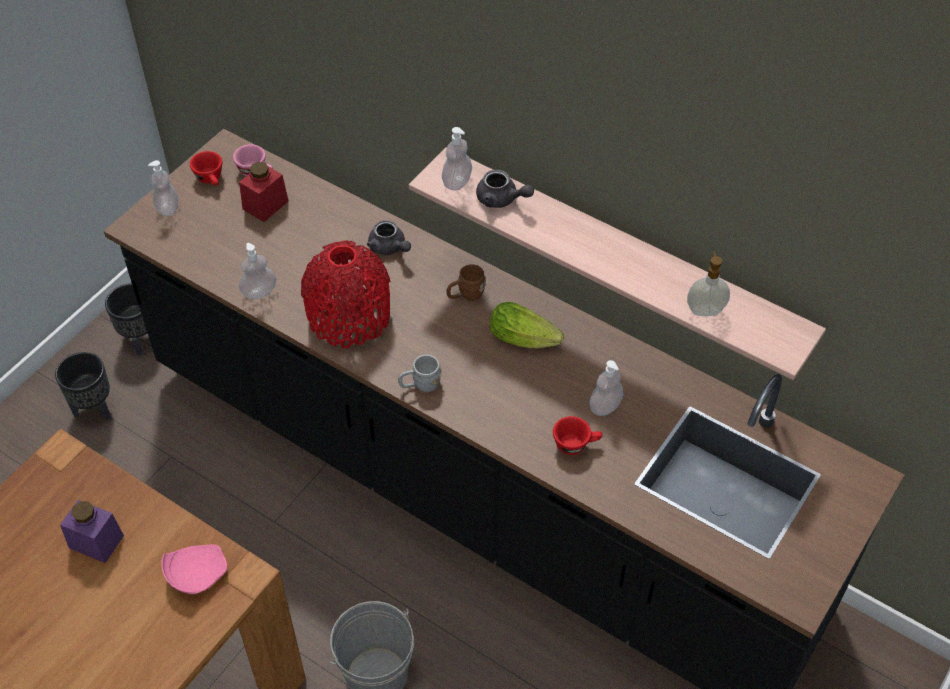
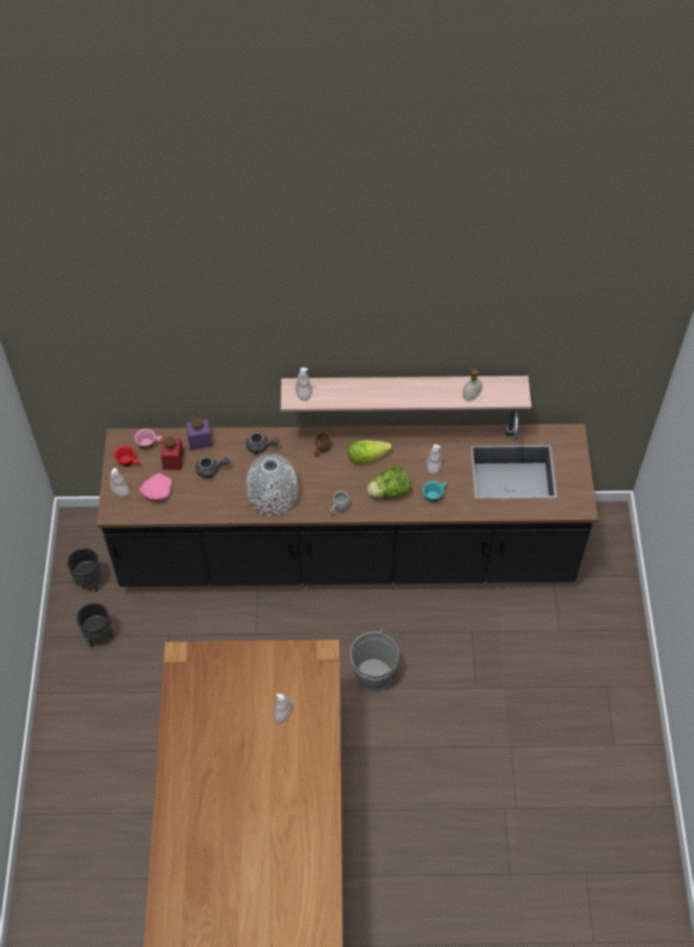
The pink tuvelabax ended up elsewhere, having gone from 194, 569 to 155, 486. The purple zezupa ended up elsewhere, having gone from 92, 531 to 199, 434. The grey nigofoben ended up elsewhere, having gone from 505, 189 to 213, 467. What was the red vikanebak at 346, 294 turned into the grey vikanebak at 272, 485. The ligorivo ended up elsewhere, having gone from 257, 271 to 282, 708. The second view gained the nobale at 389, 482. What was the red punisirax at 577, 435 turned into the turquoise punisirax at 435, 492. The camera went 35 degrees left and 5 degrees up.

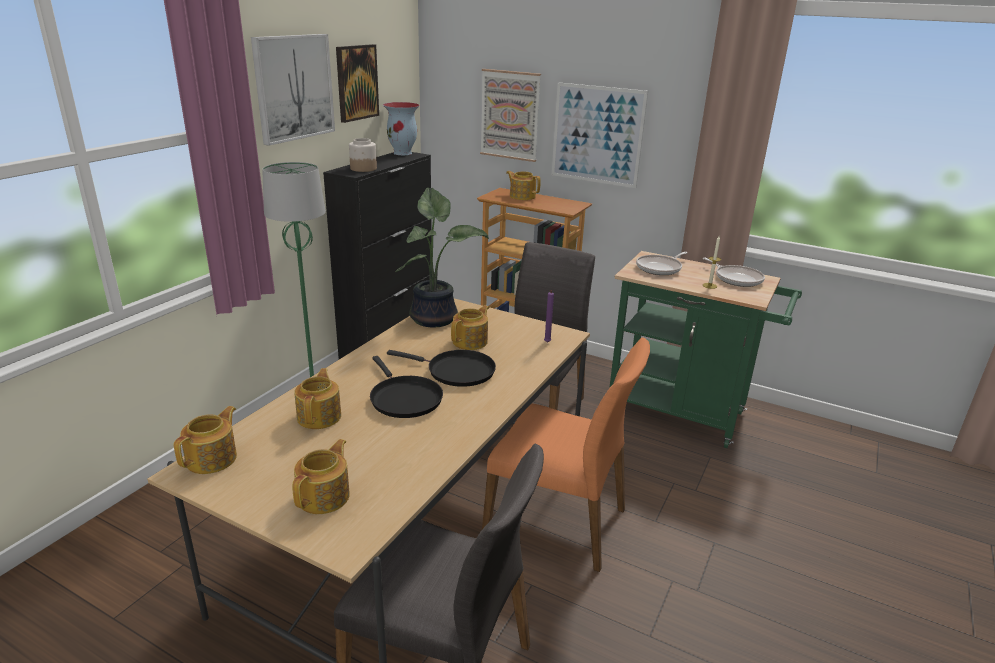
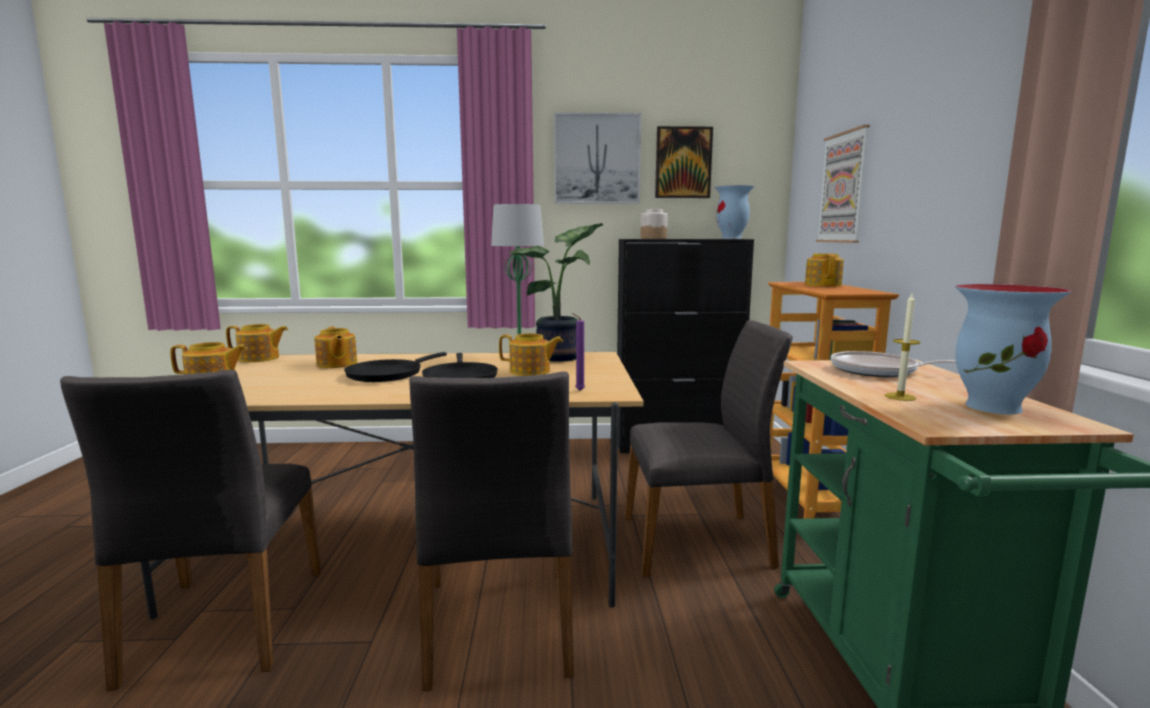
The nigofoben at 317, 398 ended up facing another way, 90 degrees clockwise from before. What was the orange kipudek at 566, 454 turned into the grey kipudek at 491, 531. Where the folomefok stood at 733, 272, the vikanebak came to stand at 1013, 349. The second view lost the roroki at 600, 135. The camera went 60 degrees right and 15 degrees down.

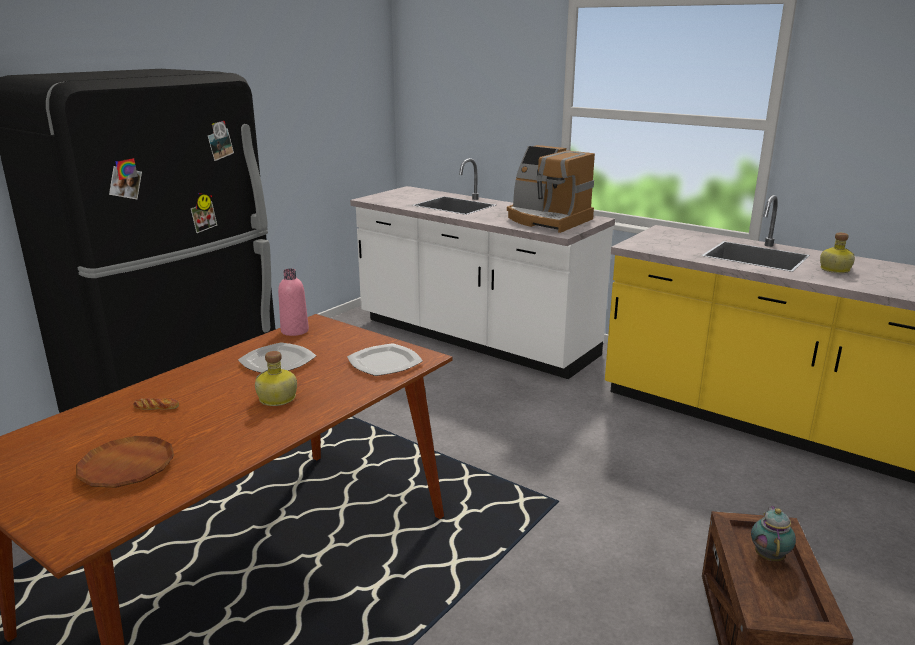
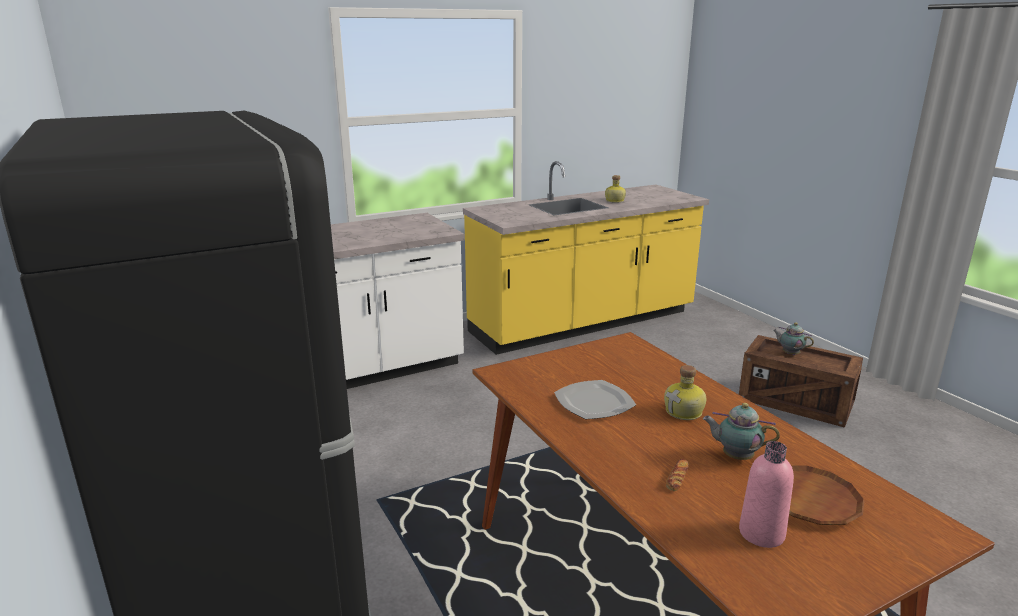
The second view gained the nigofoben at 741, 431. The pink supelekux ended up elsewhere, having gone from 293, 302 to 766, 494. The second view lost the tuvelabax at 385, 359. The second view lost the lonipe at 551, 189. The camera went 65 degrees left and 0 degrees up.

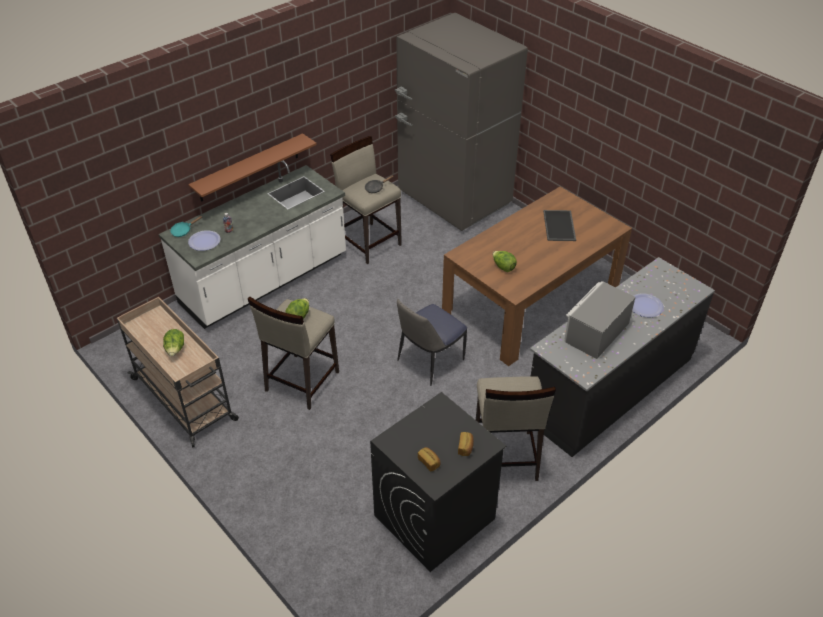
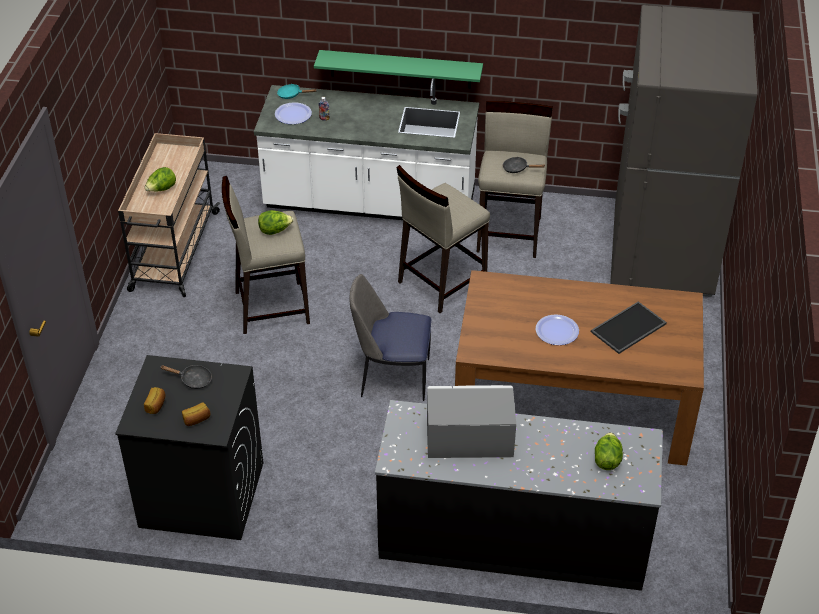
The second view gained the black folomefok at 186, 377. What was the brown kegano at 252, 167 turned into the green kegano at 398, 69. The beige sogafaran ended up elsewhere, having gone from 516, 428 to 443, 239. The tuvelabax ended up elsewhere, having gone from 648, 305 to 557, 329. The nobale ended up elsewhere, having gone from 504, 261 to 609, 451. The camera went 50 degrees right and 0 degrees up.

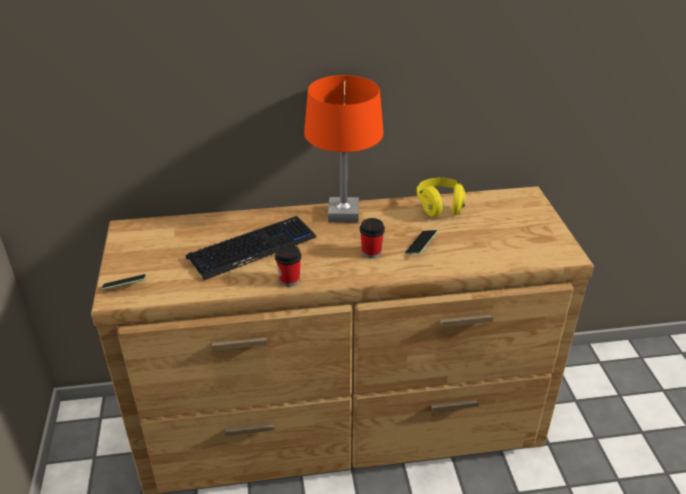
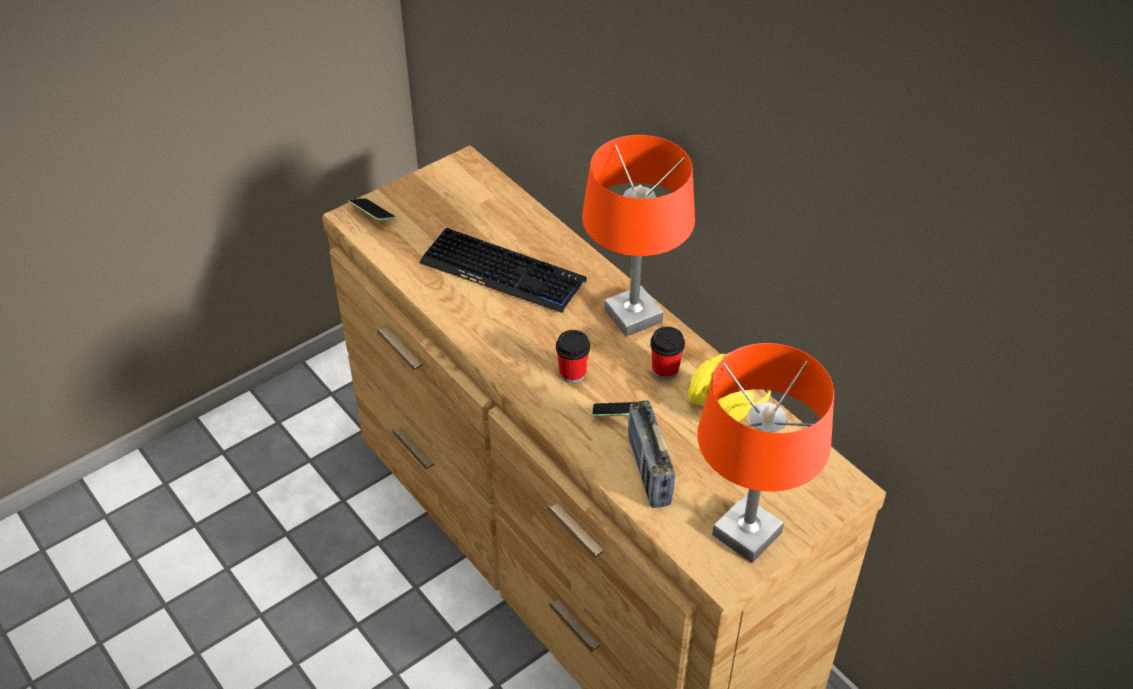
The second view gained the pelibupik at 651, 454. The punisirax ended up elsewhere, having gone from 288, 265 to 667, 353. The second view gained the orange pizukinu at 765, 453. The camera went 60 degrees right and 10 degrees up.

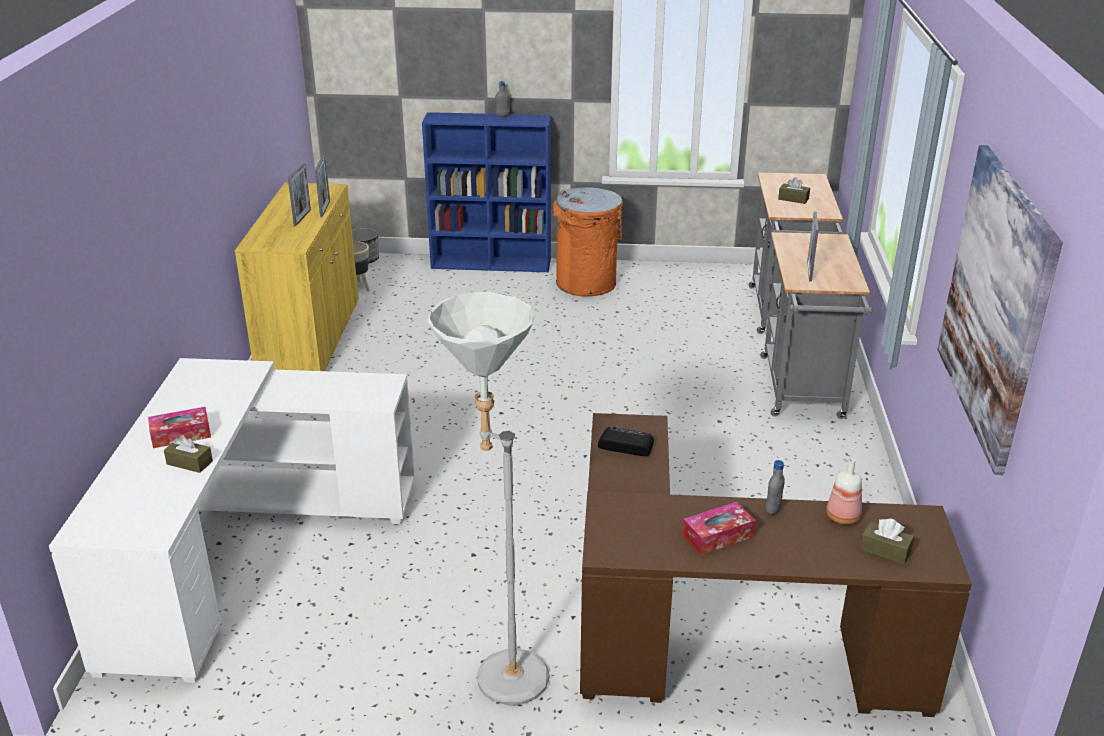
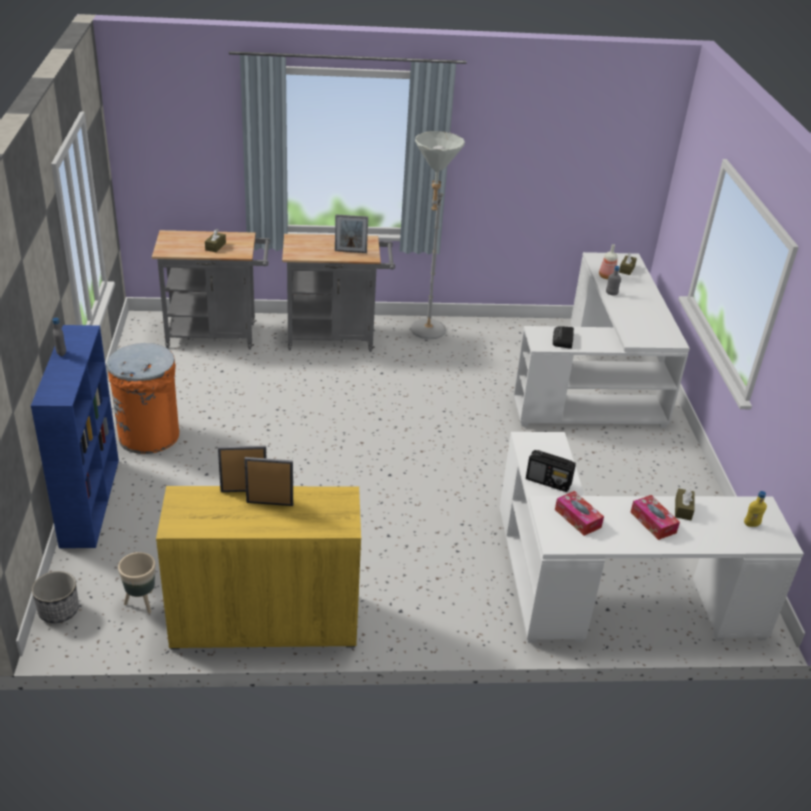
The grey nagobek ended up elsewhere, having gone from 489, 499 to 437, 235. What was the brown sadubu at 776, 565 turned into the white sadubu at 601, 340. The second view gained the pelibupik at 551, 471. The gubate ended up elsewhere, having gone from 719, 528 to 579, 513. The second view gained the yellow supelekux at 755, 509. The second view lost the roroki at 1000, 310. The camera went 100 degrees left and 5 degrees up.

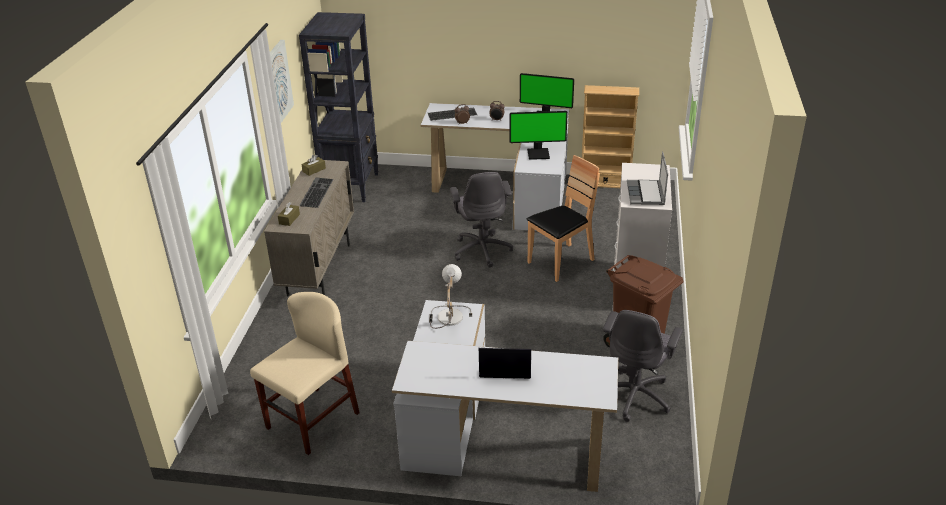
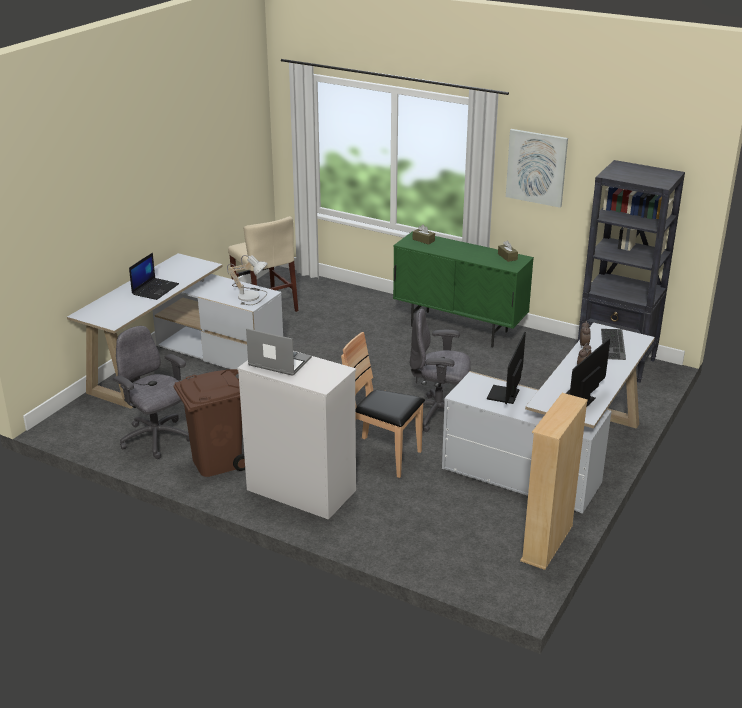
The brown kipudek at 563, 218 ended up facing another way, 135 degrees clockwise from before. What was the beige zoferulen at 309, 227 turned into the green zoferulen at 463, 289. The second view lost the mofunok at 316, 192. The camera went 110 degrees right and 5 degrees down.

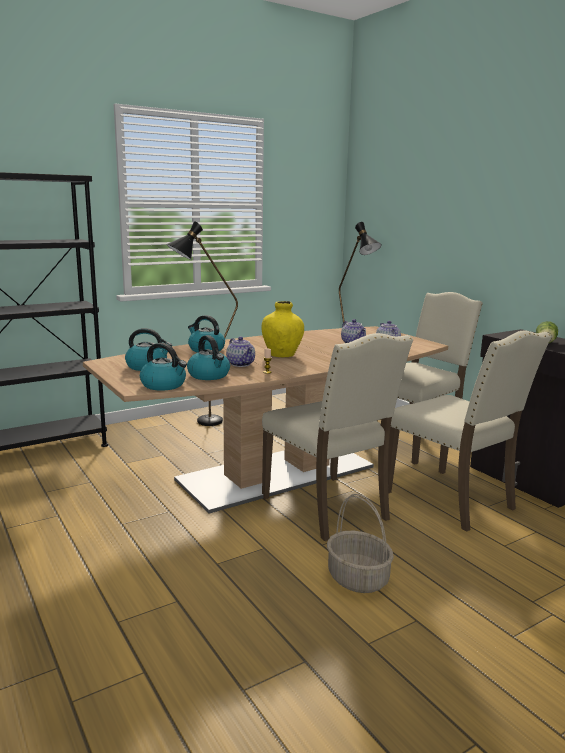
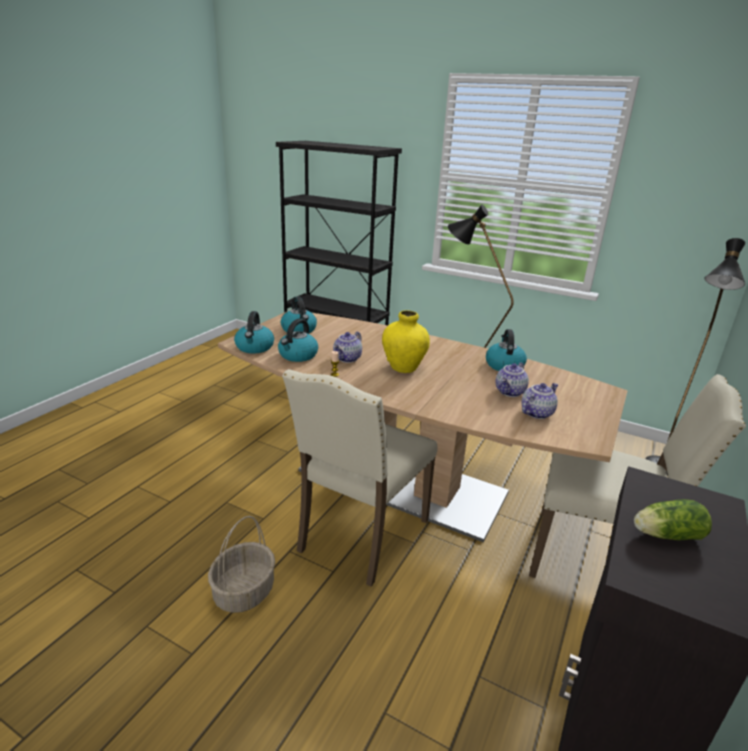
The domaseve ended up elsewhere, having gone from 206, 334 to 506, 350. The second view lost the beige kipudek at 470, 431. The camera went 60 degrees right and 10 degrees up.

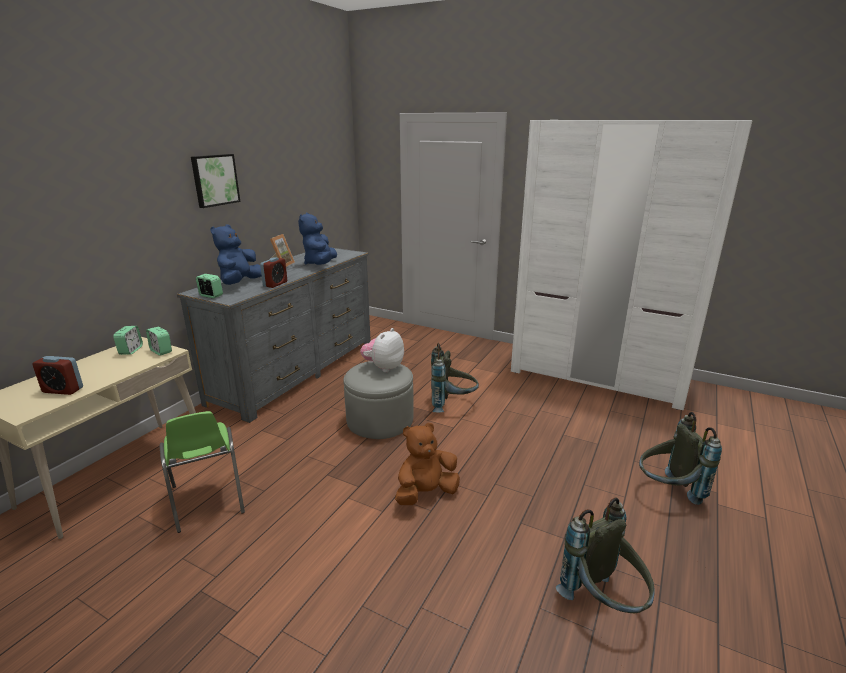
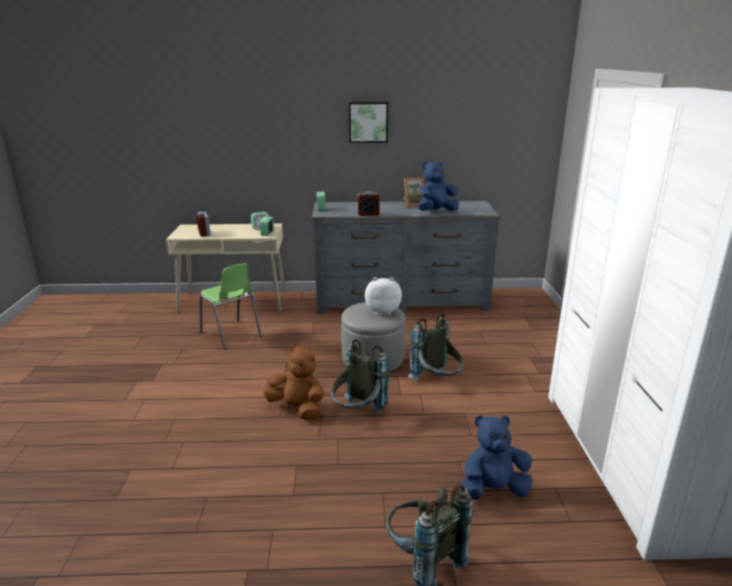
The green kipudek at 202, 472 ended up facing another way, 75 degrees counterclockwise from before. The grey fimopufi ended up elsewhere, having gone from 605, 555 to 360, 376. The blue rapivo ended up elsewhere, having gone from 236, 254 to 496, 457. The camera went 60 degrees right and 0 degrees up.

